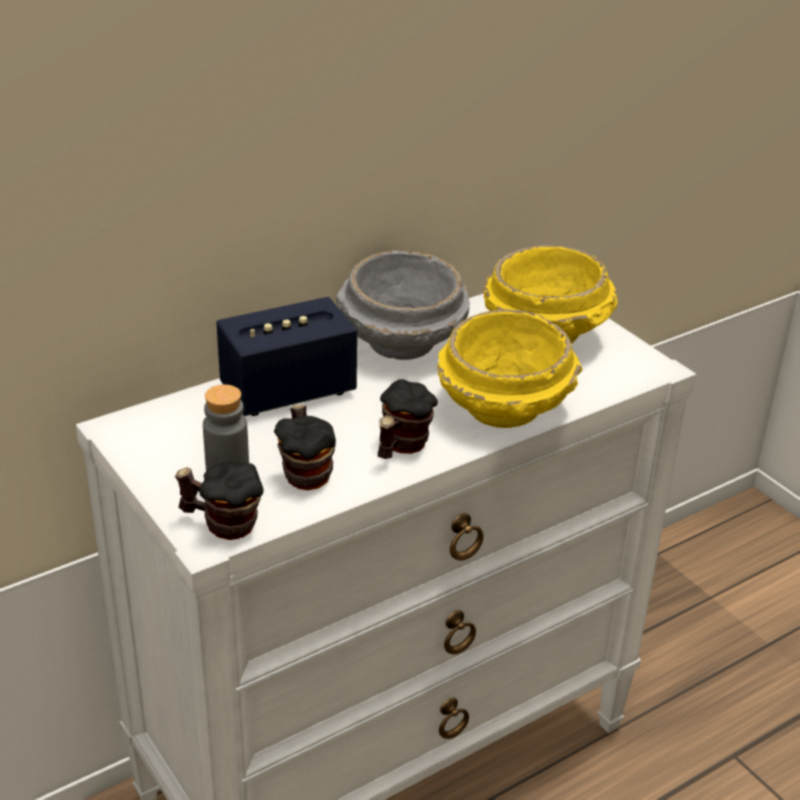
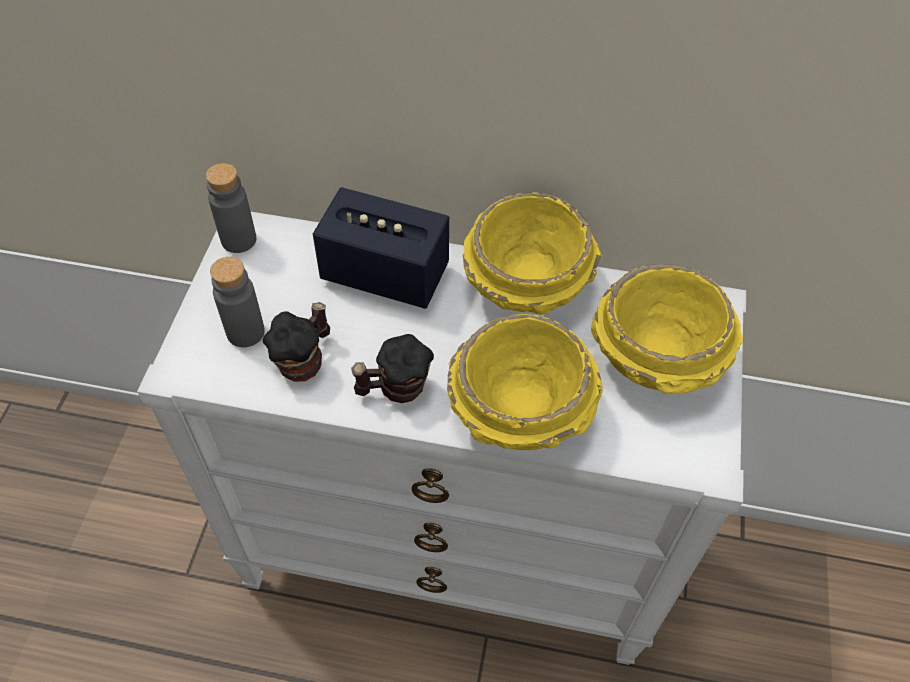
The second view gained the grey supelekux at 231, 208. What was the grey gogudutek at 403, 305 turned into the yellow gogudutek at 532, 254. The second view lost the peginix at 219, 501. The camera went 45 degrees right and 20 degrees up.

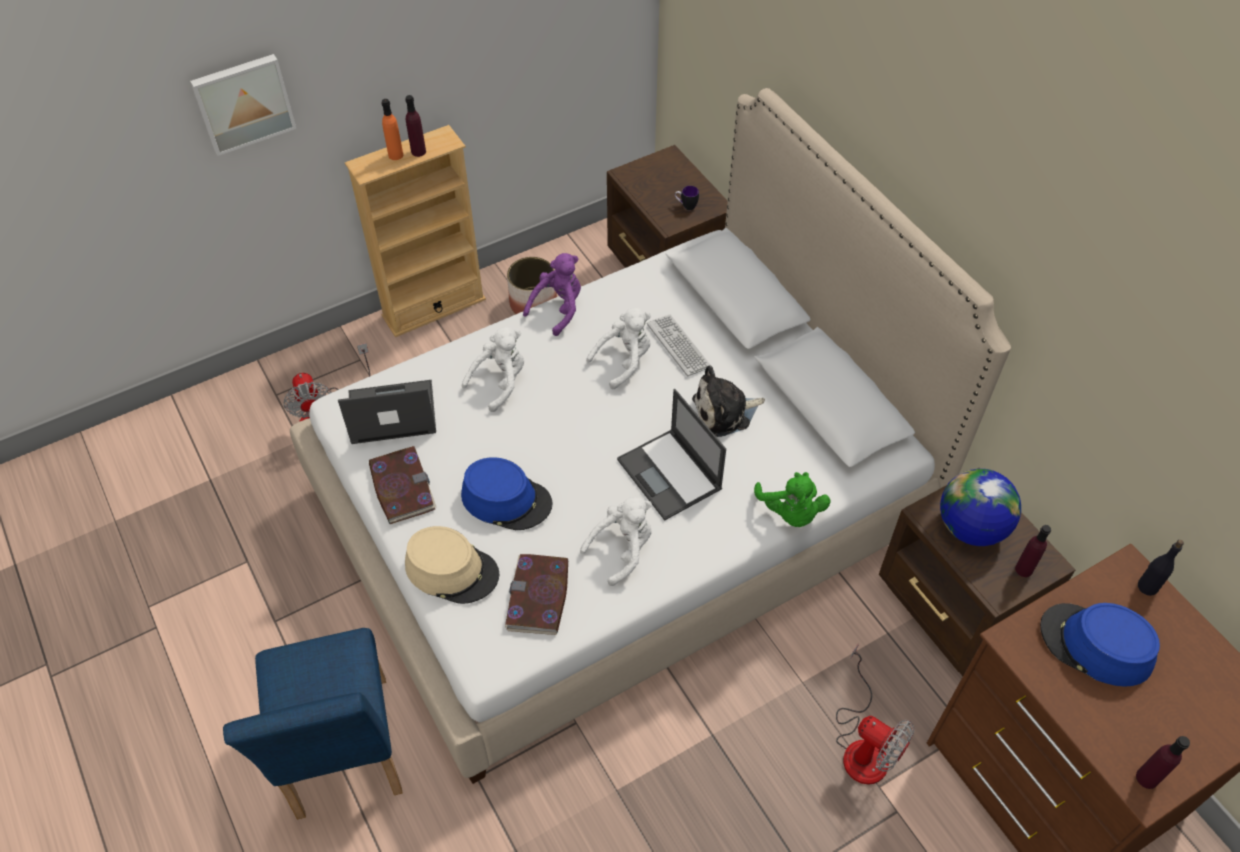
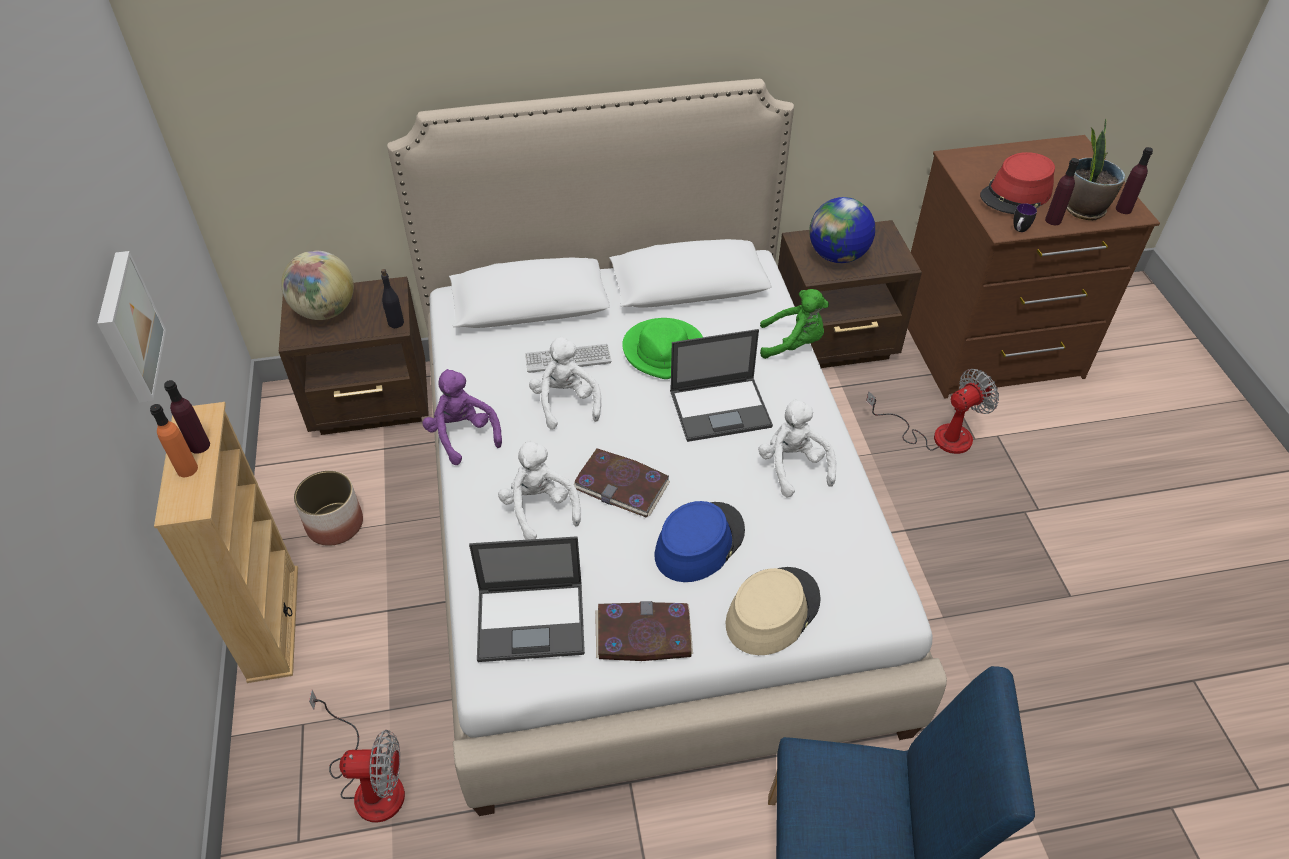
The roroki ended up elsewhere, having gone from 243, 105 to 131, 326. The second view gained the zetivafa at 317, 285. The black supelekux ended up elsewhere, having gone from 1161, 568 to 392, 298. The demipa at 387, 412 ended up facing another way, 105 degrees counterclockwise from before. The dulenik ended up elsewhere, having gone from 536, 594 to 622, 483. Where the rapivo stood at 728, 401, the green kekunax came to stand at 662, 348. What was the blue kekunax at 1100, 645 turned into the red kekunax at 1017, 183. The peginix ended up elsewhere, having gone from 687, 198 to 1025, 217. The purple supelekux ended up elsewhere, having gone from 1033, 551 to 1062, 191. The second view gained the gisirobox at 1096, 169. The camera went 70 degrees left and 5 degrees down.

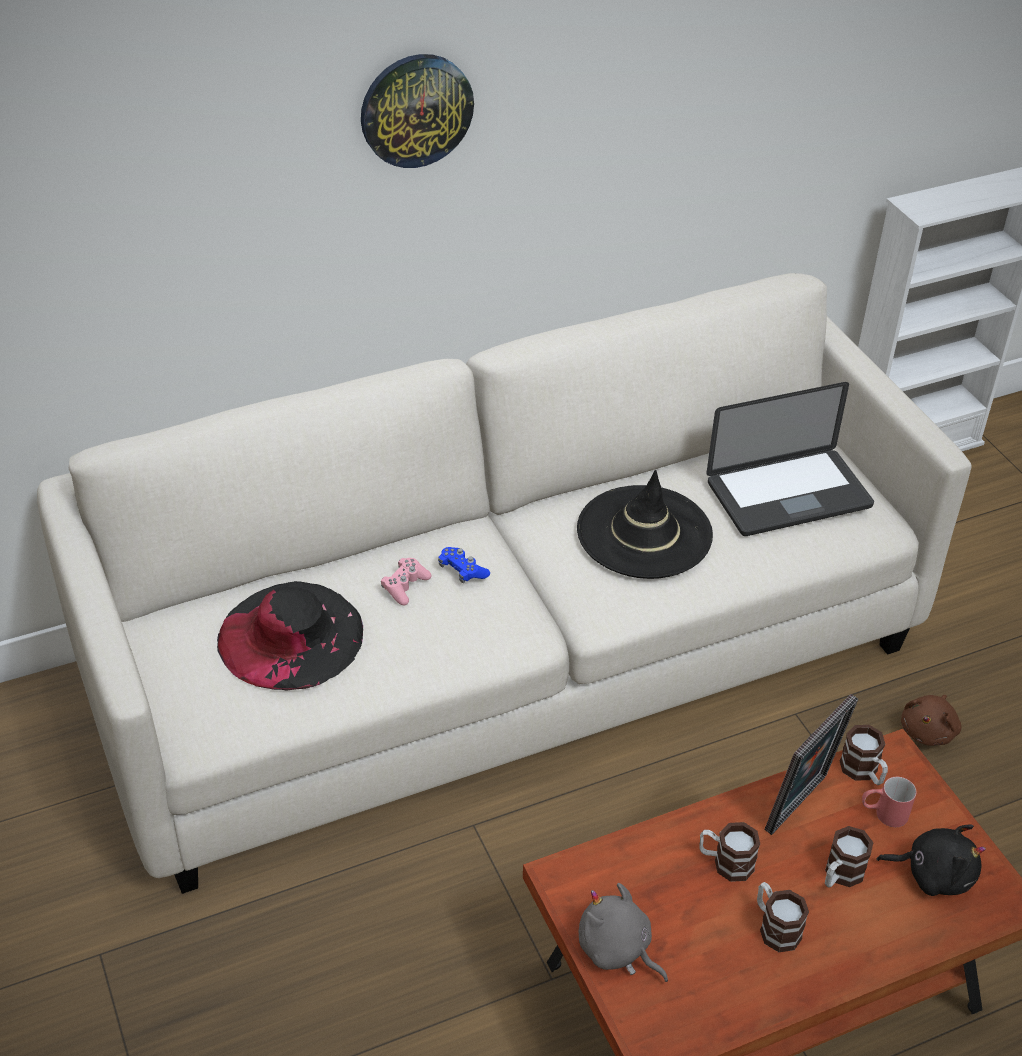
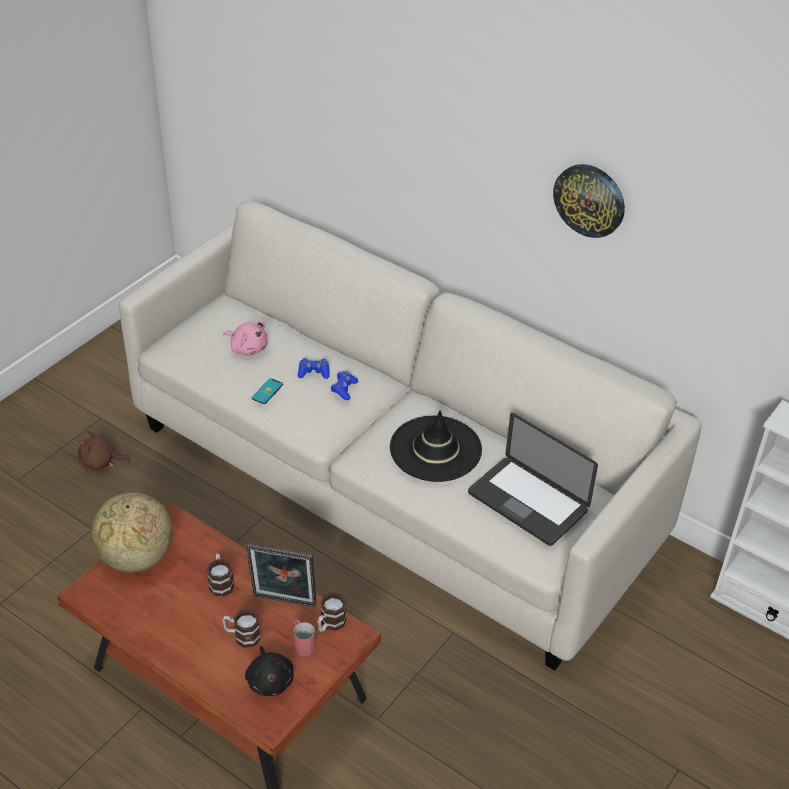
The brown rapivo ended up elsewhere, having gone from 931, 720 to 104, 450. Where the grey rapivo stood at 623, 932, the zetivafa came to stand at 131, 532. Where the black kekunax stood at 290, 636, the pink rapivo came to stand at 245, 338. The second view gained the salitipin at 267, 391. What was the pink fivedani at 406, 581 turned into the blue fivedani at 314, 368. The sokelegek ended up elsewhere, having gone from 417, 111 to 589, 201. The second view lost the peginix at 783, 917. The camera went 60 degrees right and 0 degrees up.

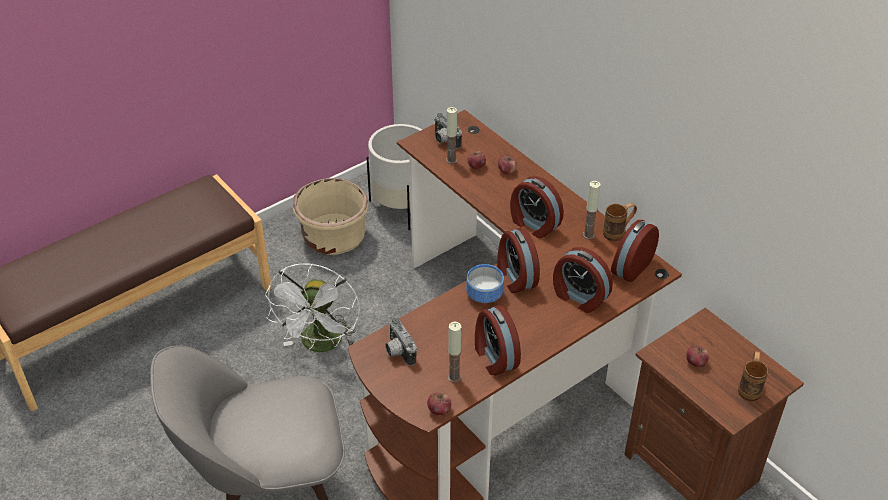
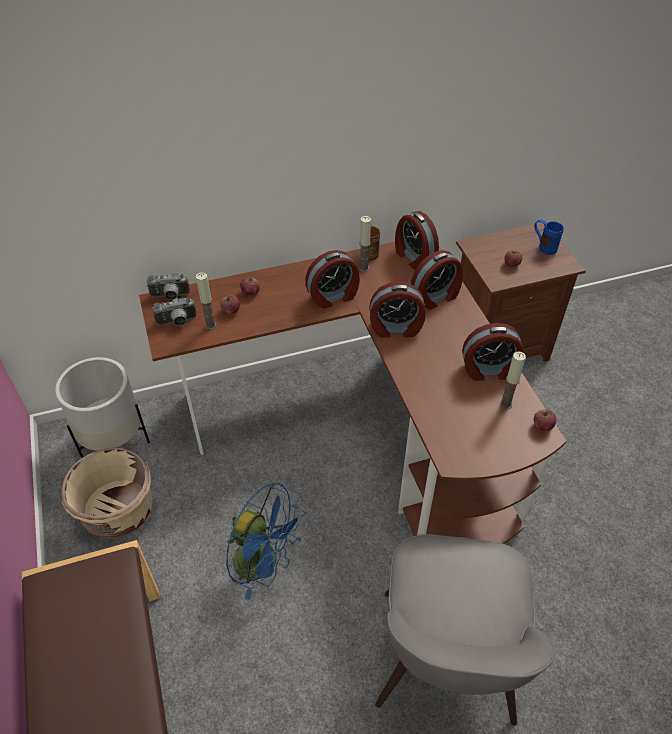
The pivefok ended up elsewhere, having gone from 401, 342 to 168, 286. What was the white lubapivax at 312, 307 turned into the blue lubapivax at 265, 541. What was the brown peginix at 753, 376 turned into the blue peginix at 549, 237. The second view lost the gogudutek at 485, 283. The camera went 70 degrees left and 5 degrees up.

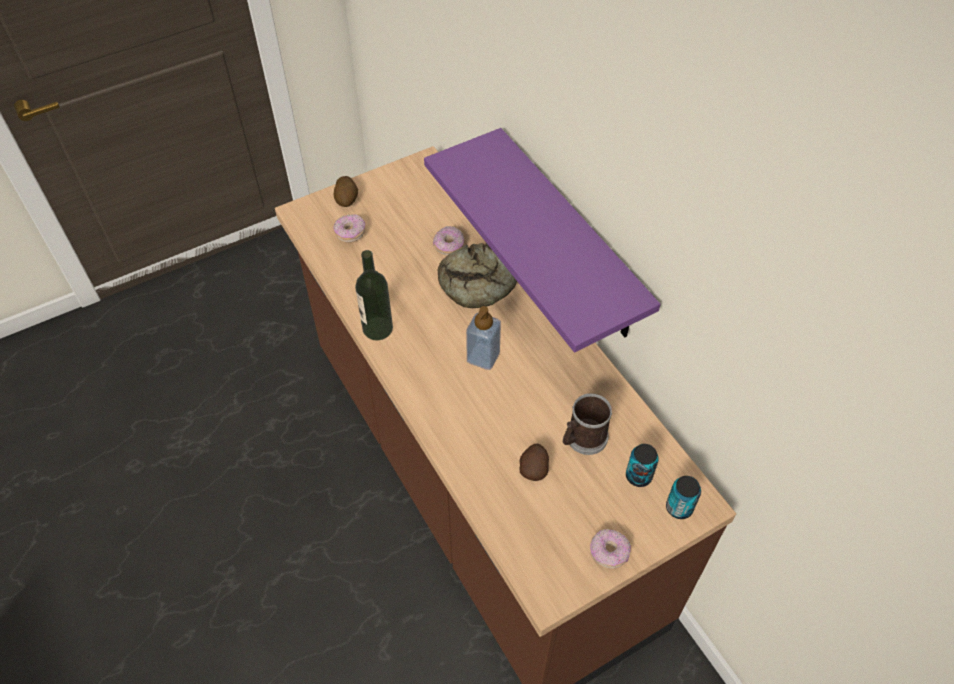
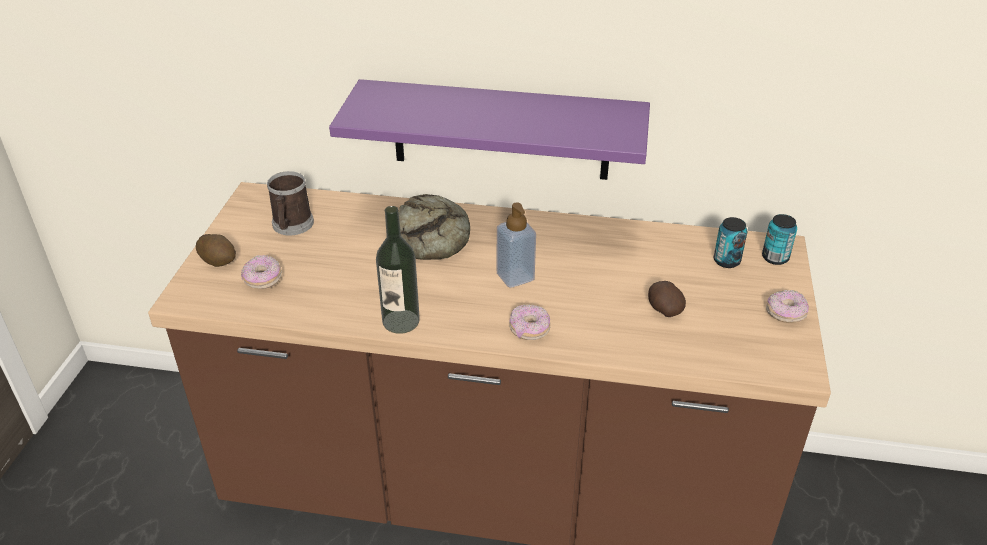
The peginix ended up elsewhere, having gone from 587, 424 to 290, 203. The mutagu ended up elsewhere, having gone from 449, 241 to 529, 322. The camera went 50 degrees left and 15 degrees down.

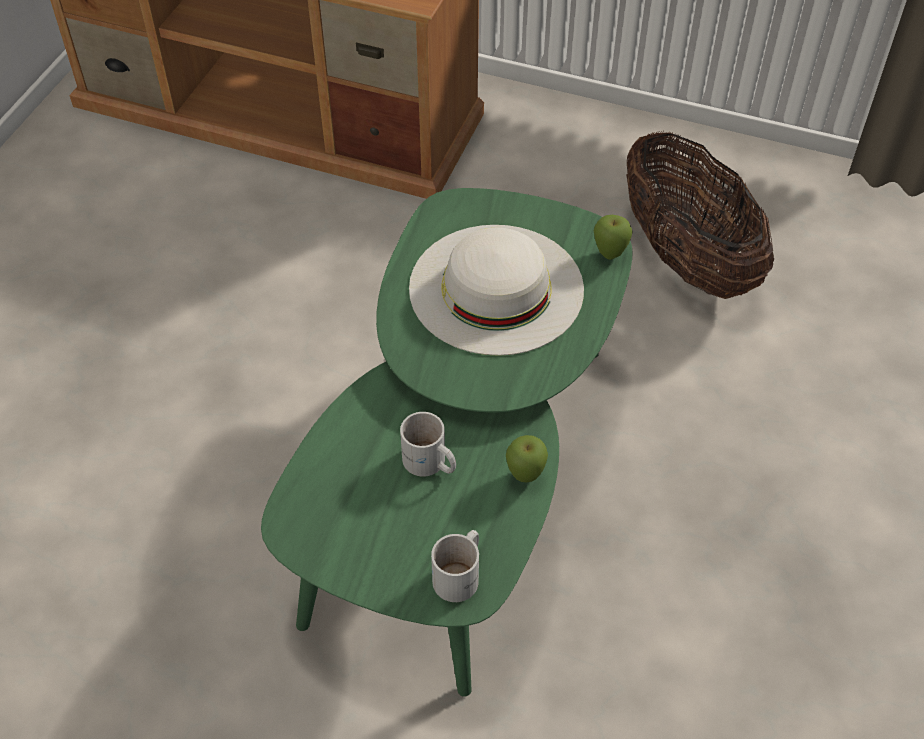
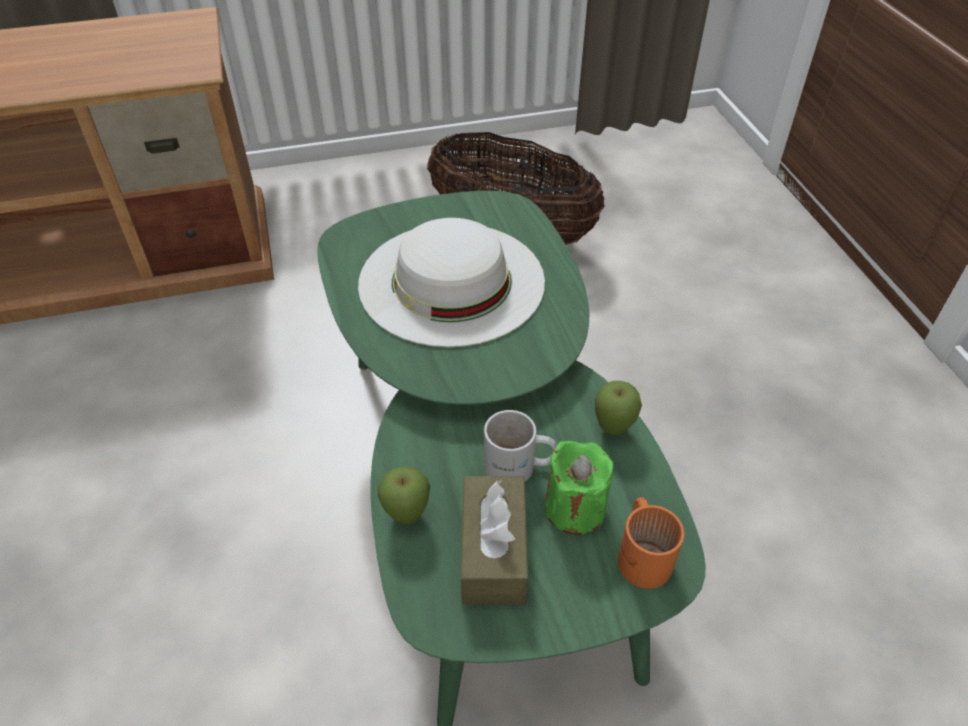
The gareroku ended up elsewhere, having gone from 613, 237 to 403, 495. The second view gained the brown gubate at 494, 540. The second view gained the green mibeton at 579, 488. What was the white peginix at 455, 566 turned into the orange peginix at 651, 543. The camera went 35 degrees left and 5 degrees down.

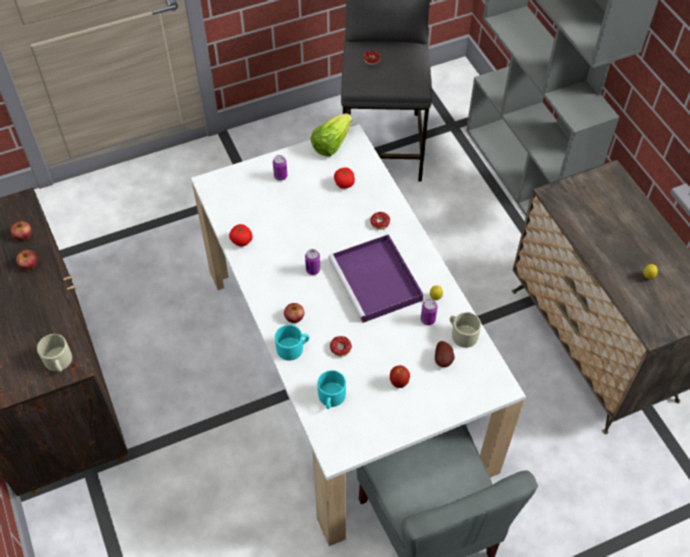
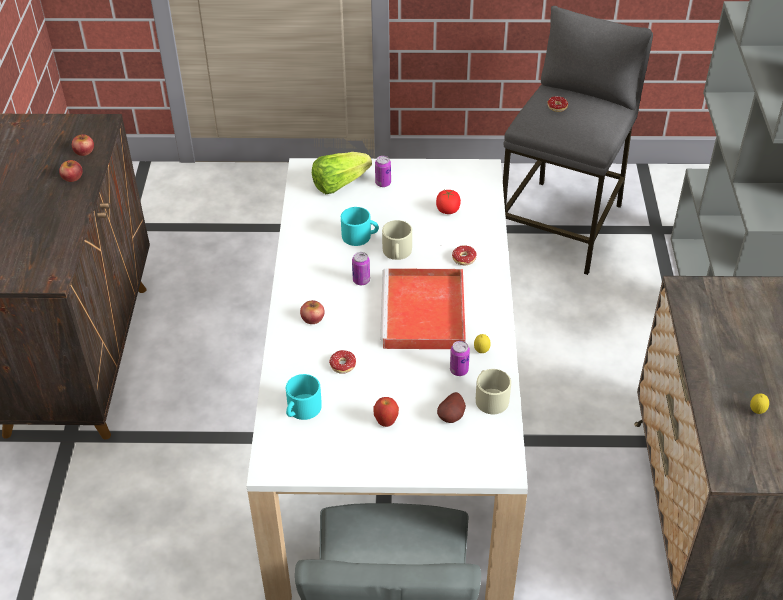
The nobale ended up elsewhere, having gone from 331, 135 to 342, 173. The turquoise peginix ended up elsewhere, having gone from 292, 342 to 360, 226. What was the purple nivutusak at 375, 278 turned into the red nivutusak at 423, 308. The beige peginix ended up elsewhere, having gone from 54, 353 to 397, 240. The second view lost the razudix at 241, 235. The camera went 25 degrees right and 10 degrees down.

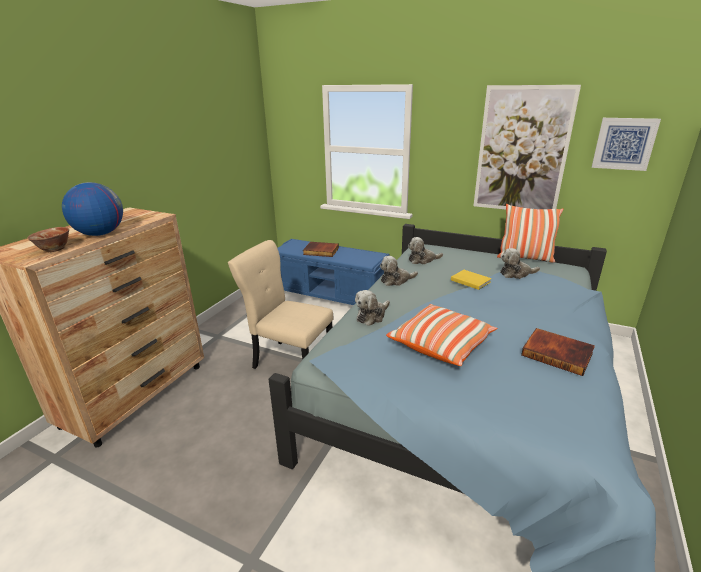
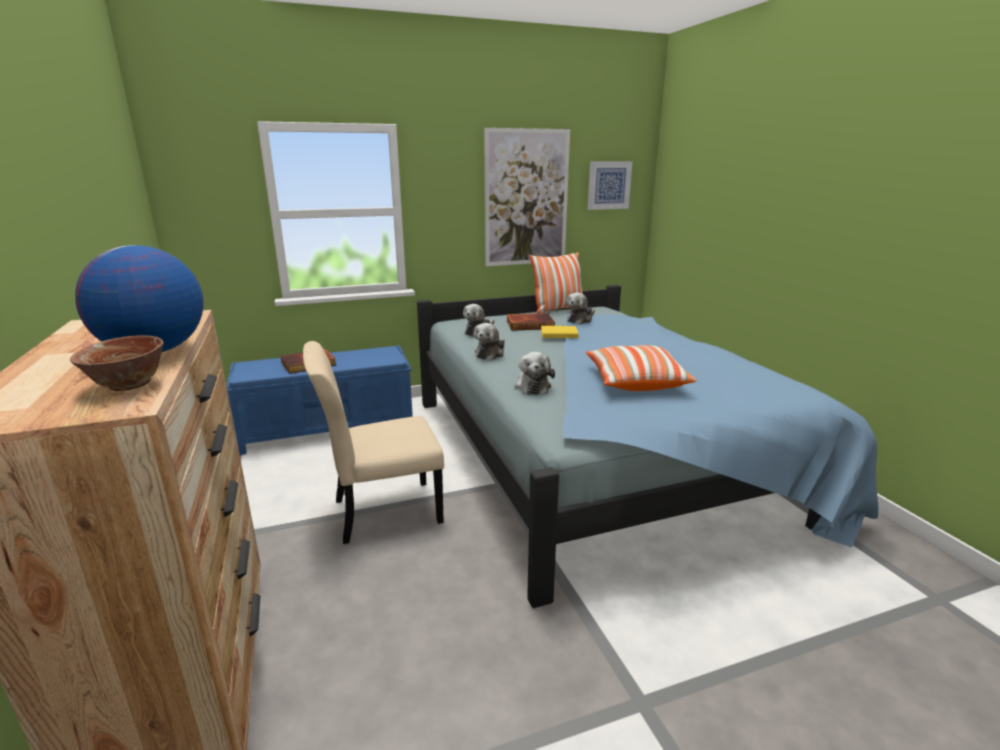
The dulenik ended up elsewhere, having gone from 558, 352 to 530, 322. The camera went 45 degrees left and 5 degrees down.

